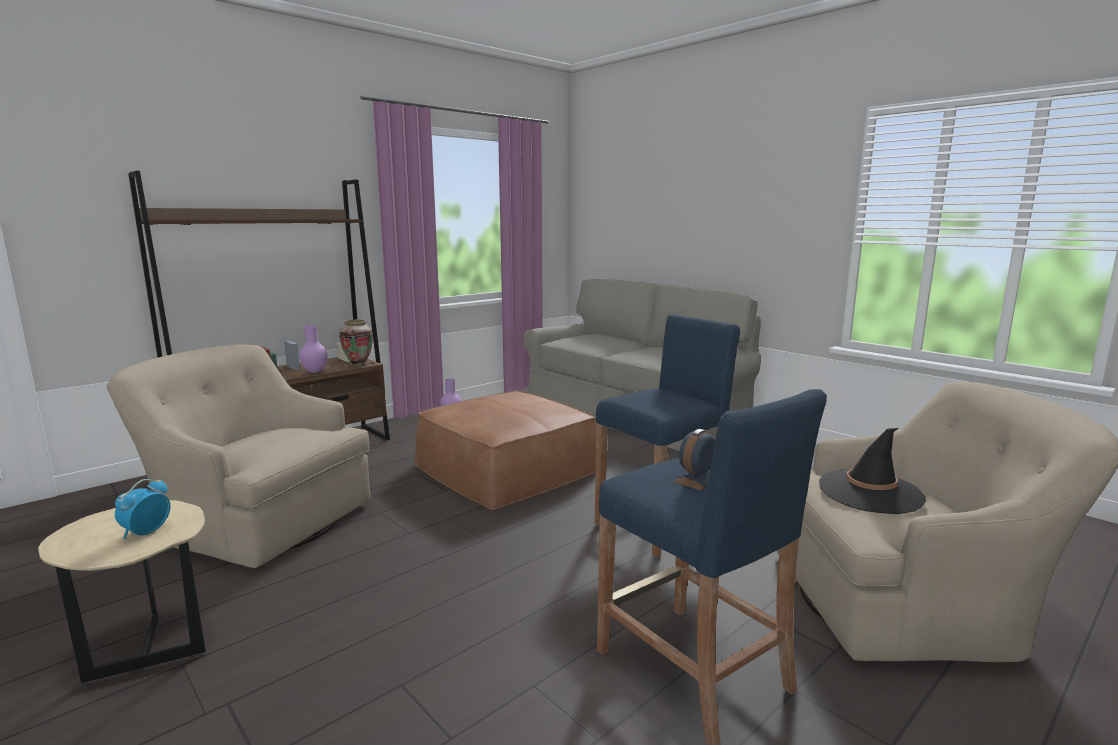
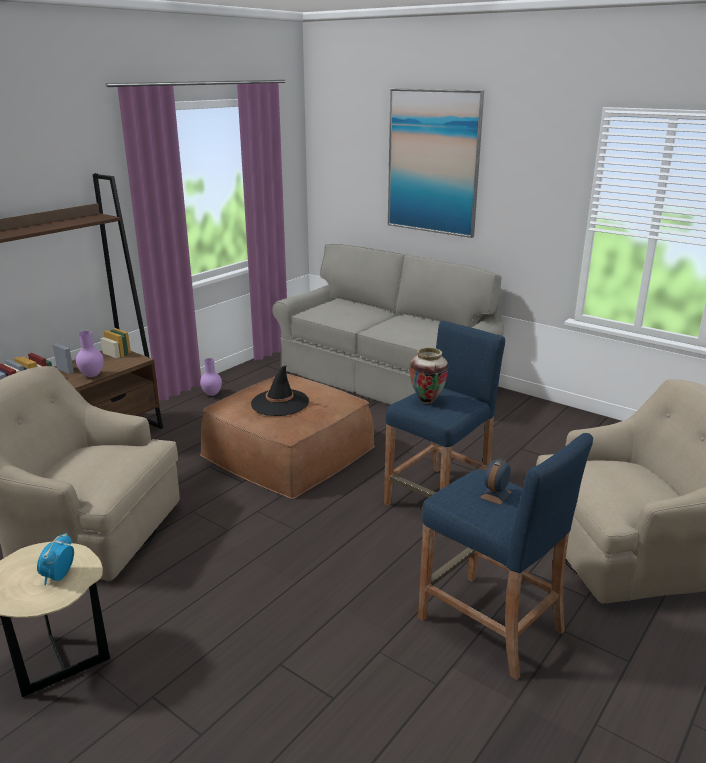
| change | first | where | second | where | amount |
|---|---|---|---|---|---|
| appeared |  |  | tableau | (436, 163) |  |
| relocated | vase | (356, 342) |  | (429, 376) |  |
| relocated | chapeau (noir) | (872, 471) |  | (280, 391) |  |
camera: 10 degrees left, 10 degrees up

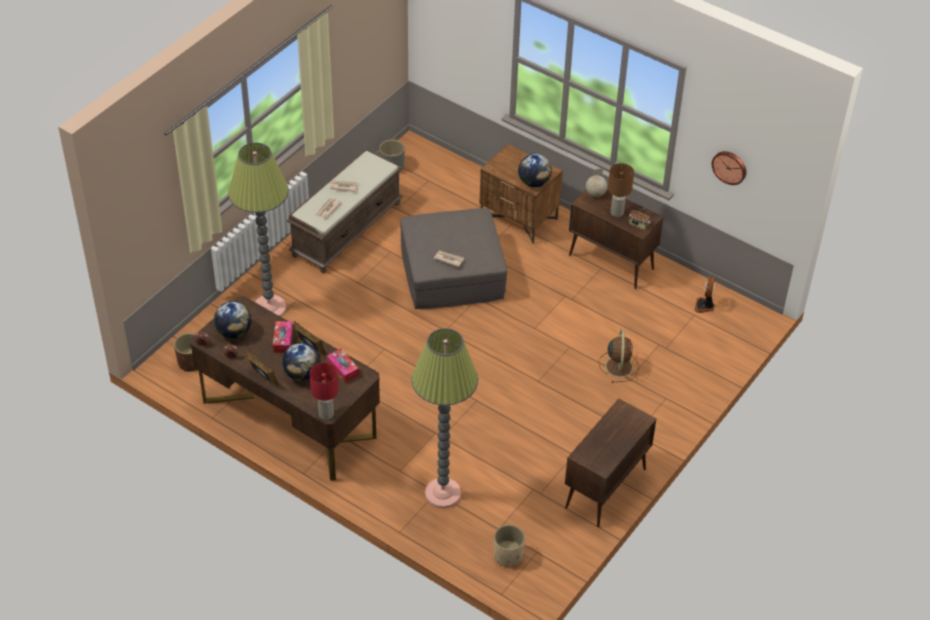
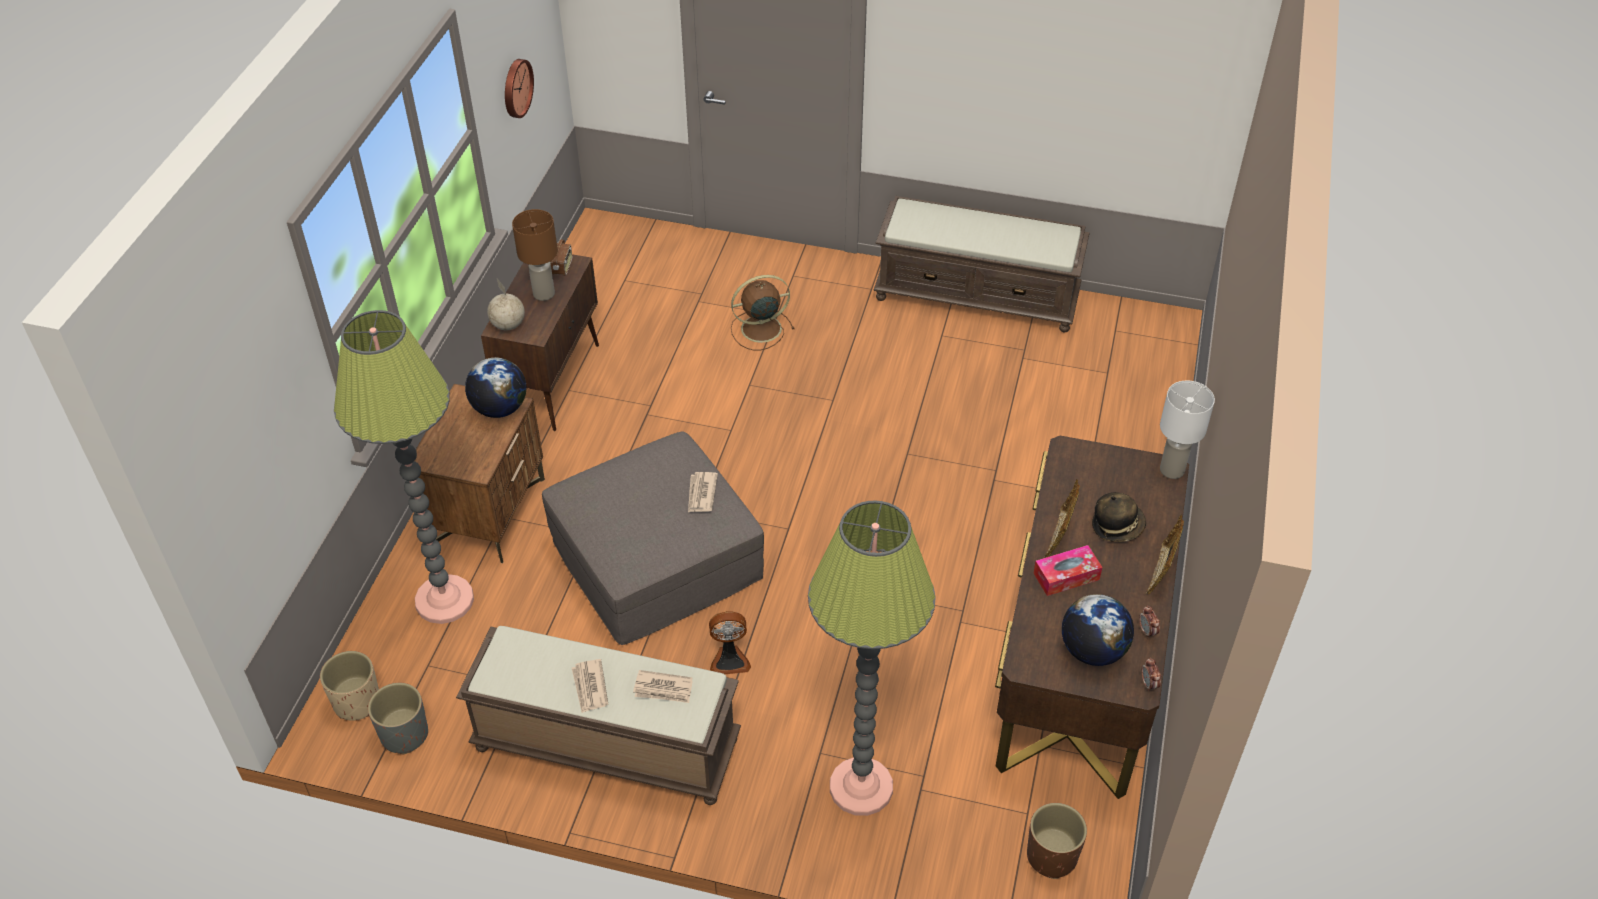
| change | first | where | second | where | amount |
|---|---|---|---|---|---|
| missing | boîte à mouchoirs | (343, 365) |  |  |  |
| relocated | lampadaire | (444, 418) |  | (404, 467) |  |
| relocated | cache-pot (beige) | (509, 546) |  | (349, 686) |  |
| relocated | ventilateur | (704, 294) |  | (730, 642) |  |
| exchanged | globe | (301, 362) | chapeau | (1119, 517) |  |
| exchanged | meuble de rangement (marron) | (610, 462) | banc (marron) | (982, 264) |  |
| colour | lampe de table (rouge) | (324, 391) | lampe de table (blanc) | (1187, 430) |  |
camera: 110 degrees left, 0 degrees up

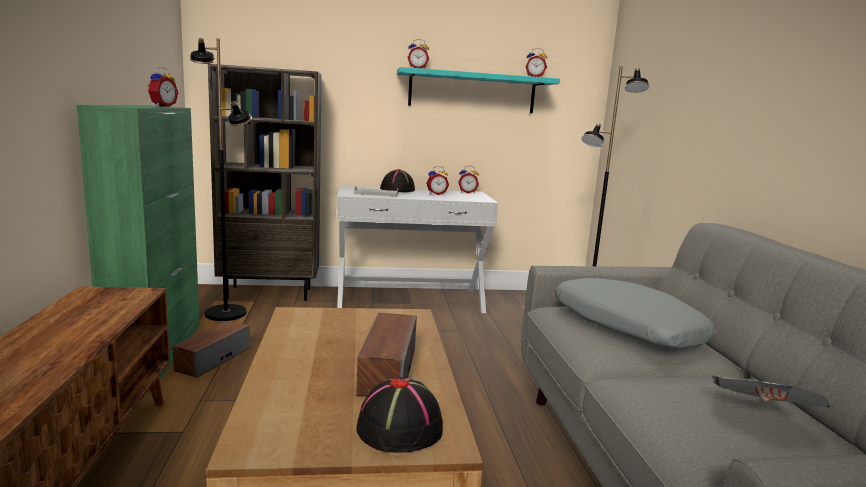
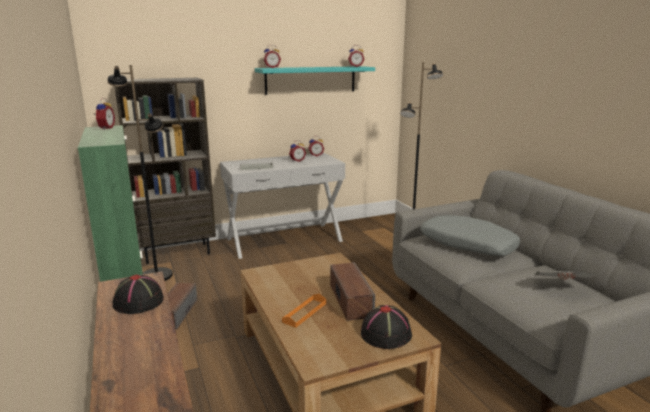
| change | first | where | second | where | amount |
|---|---|---|---|---|---|
| appeared |  |  | plateau (orange) | (304, 311) |  |
| relocated | chapeau (noir) | (397, 180) |  | (138, 294) |  |
camera: 15 degrees left, 5 degrees up

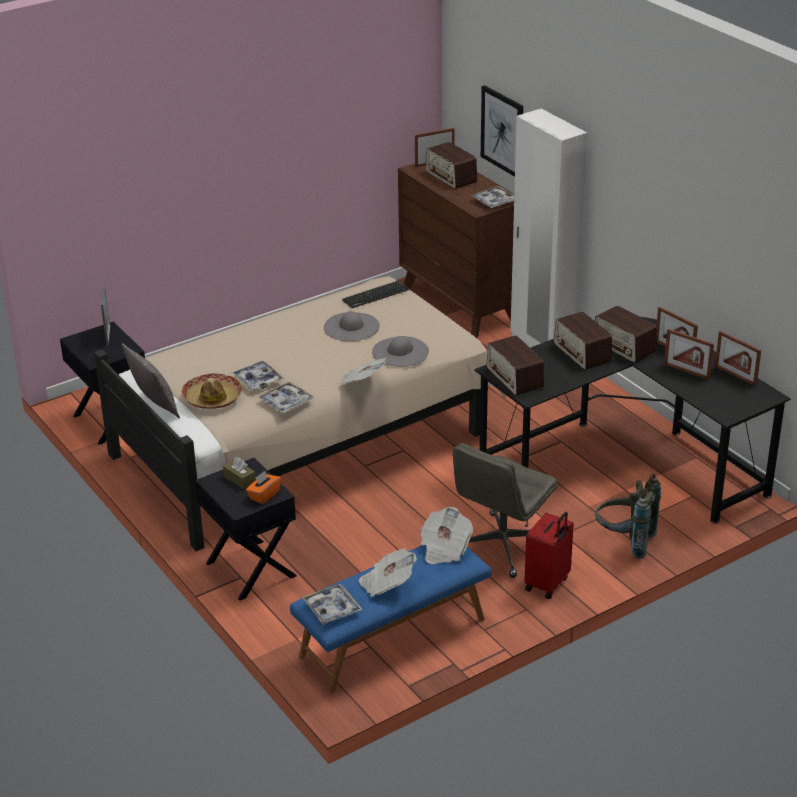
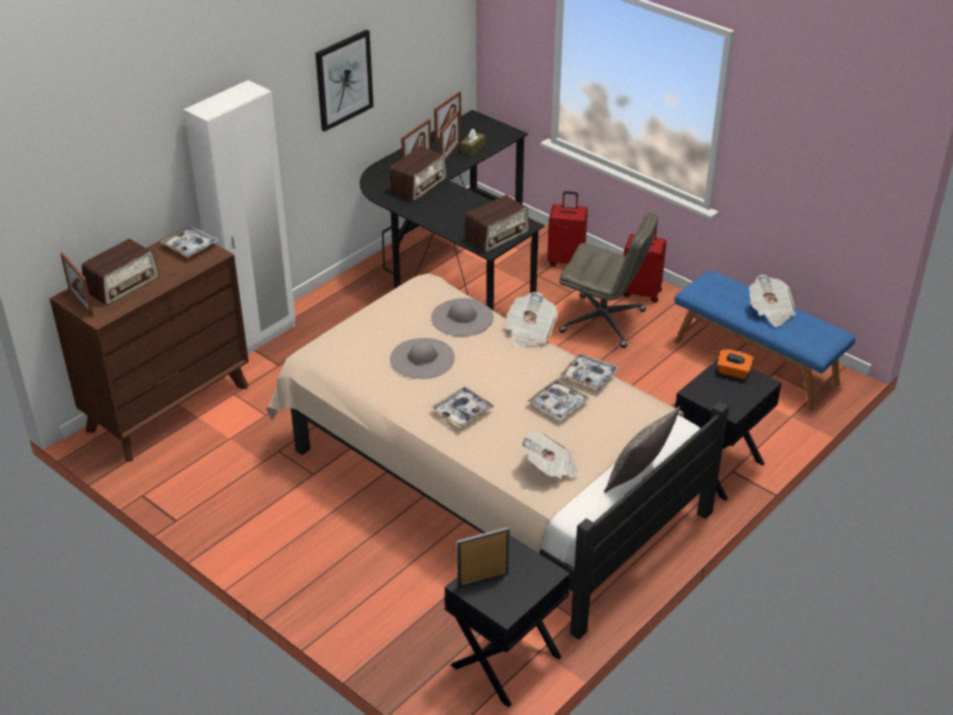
| change | first | where | second | where | amount |
|---|---|---|---|---|---|
| missing | chapeau | (212, 391) |  |  |  |
| missing | clavier | (375, 294) |  |  |  |
| missing | radio | (583, 340) |  |  |  |
| relocated | boîte à mouchoirs (marron) | (239, 473) |  | (473, 142) |  |
| relocated | plateau | (332, 604) |  | (463, 407) |  |
| relocated | journal | (446, 535) |  | (550, 455) |  |
| relocated | tableau | (502, 131) |  | (344, 80) |  |
| exchanged | sac à dos (gris) | (628, 516) | valise (rouge) | (567, 229) |  |
camera: 105 degrees left, 5 degrees up

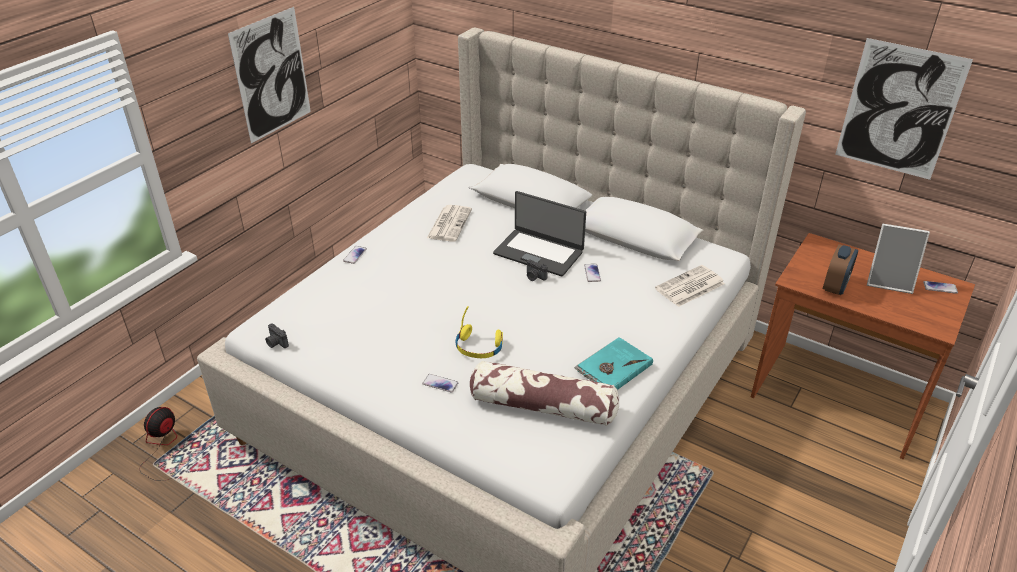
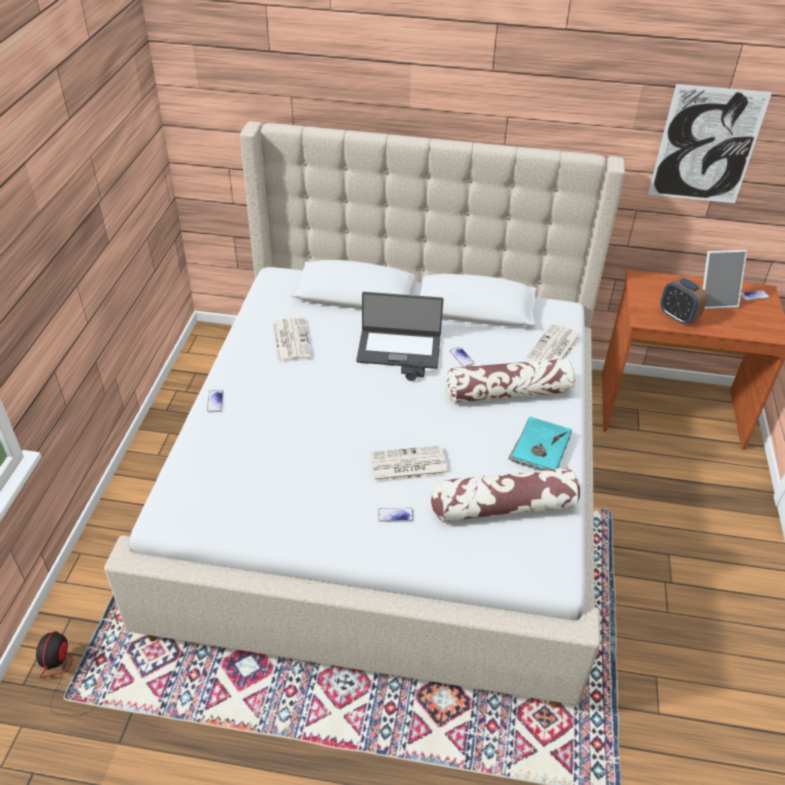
| change | first | where | second | where | amount |
|---|---|---|---|---|---|
| missing | tableau | (269, 75) |  |  |  |
| missing | appareil photo | (277, 335) |  |  |  |
| appeared |  |  | coussin | (510, 380) |  |
| exchanged | casque audio (jaune) | (479, 332) | journal | (409, 464) |  |
| spun | réveil | (840, 269) |  | (683, 301) | 135 degrees clockwise |
camera: 25 degrees left, 5 degrees up

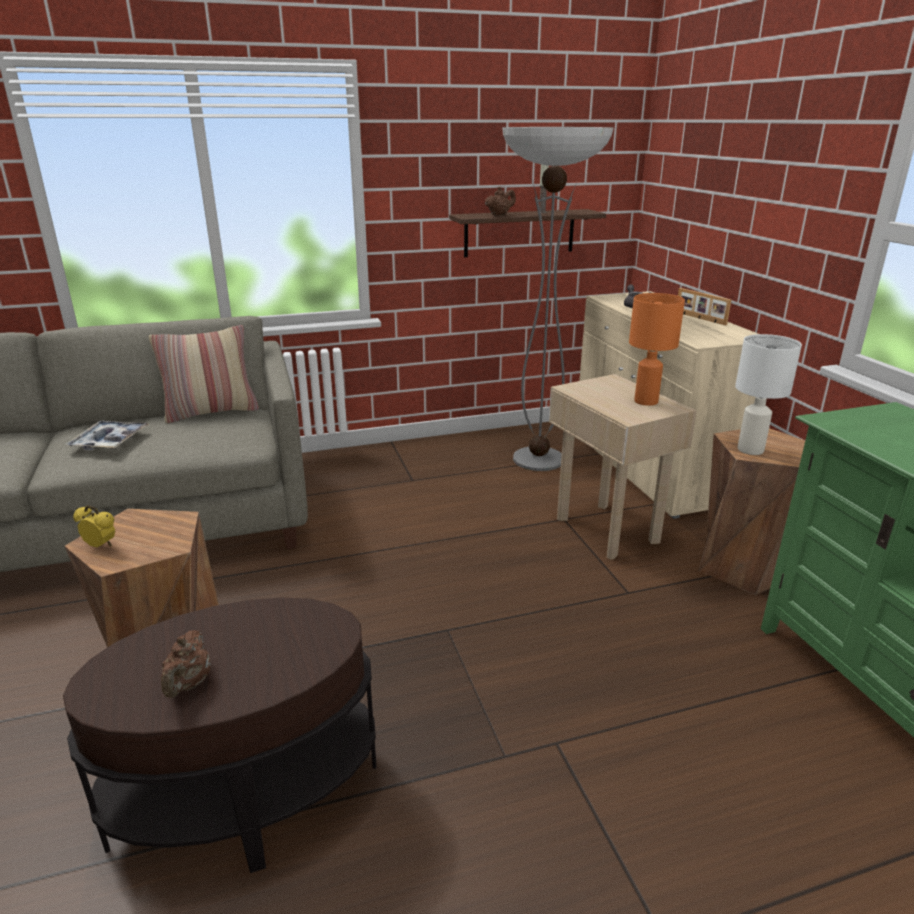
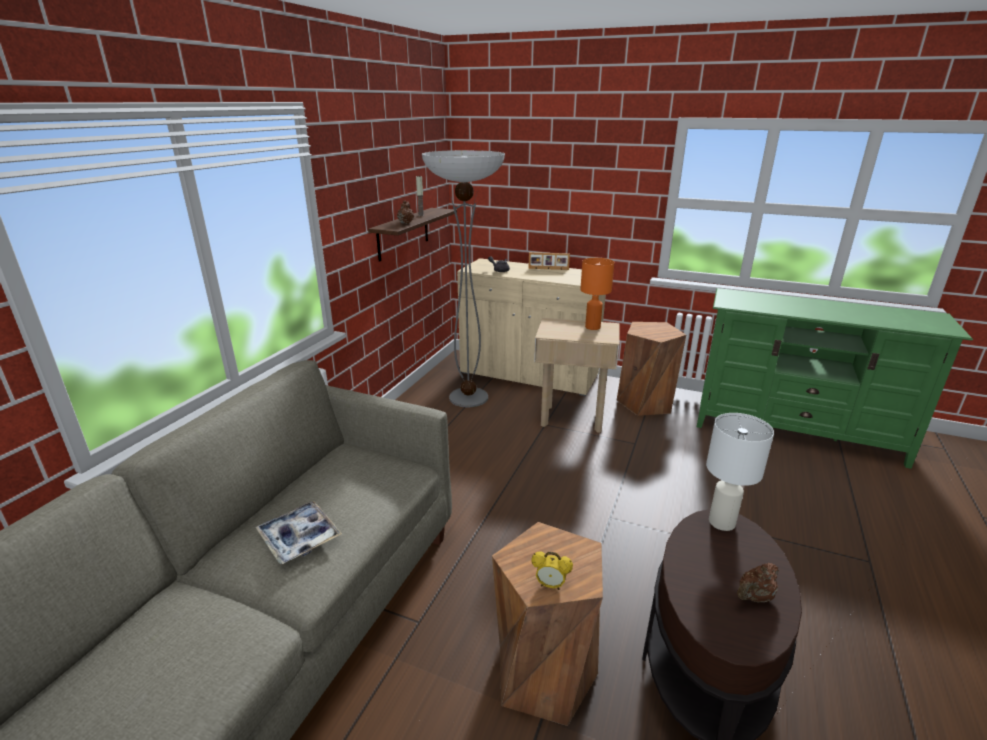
| change | first | where | second | where | amount |
|---|---|---|---|---|---|
| missing | coussin | (204, 374) |  |  |  |
| relocated | lampe de table (blanc) | (768, 394) |  | (740, 472) |  |
| spun | réveil | (94, 526) |  | (552, 570) | 135 degrees counterclockwise |
| spun | théière (marron) | (185, 664) |  | (758, 583) | 105 degrees clockwise |
camera: 50 degrees left, 0 degrees up

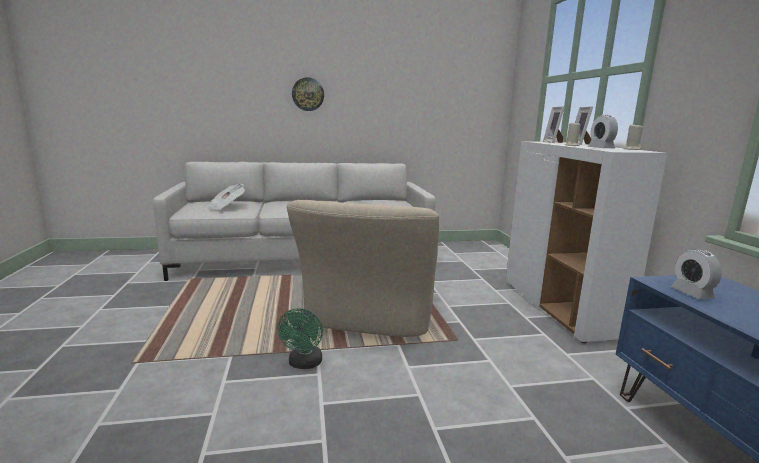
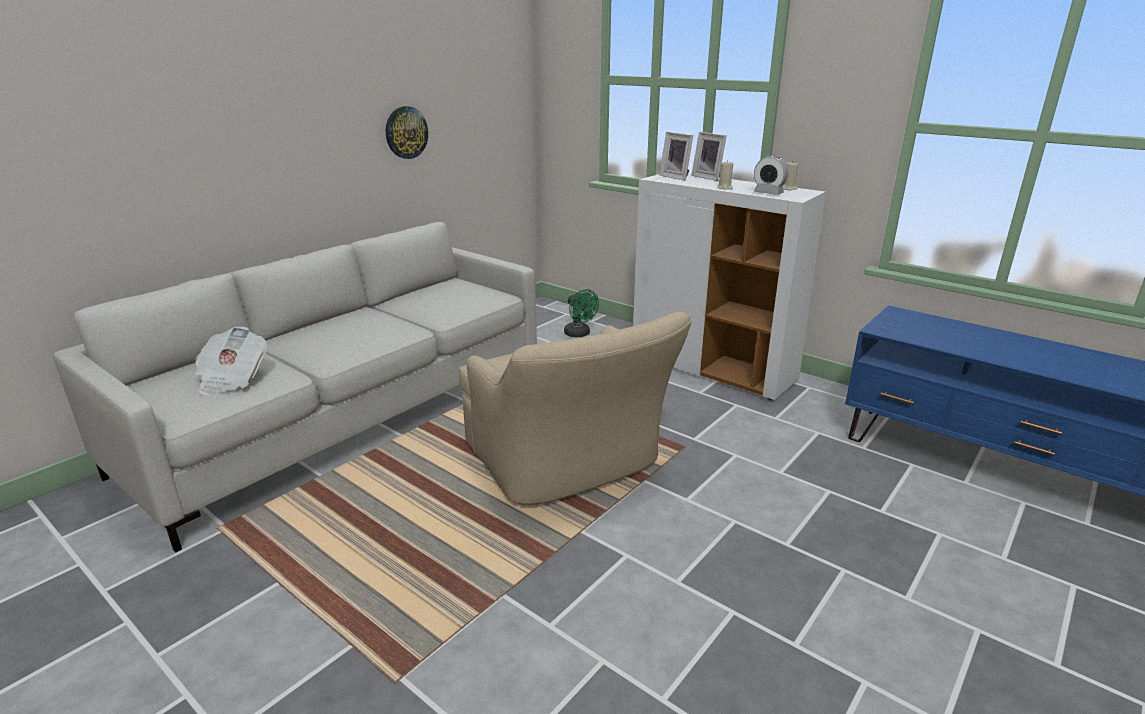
| change | first | where | second | where | amount |
|---|---|---|---|---|---|
| missing | réveil | (696, 274) |  |  |  |
| relocated | ventilateur (vert) | (300, 338) |  | (581, 313) |  |
| relocated | horloge murale | (308, 94) |  | (407, 132) |  |
camera: 40 degrees left, 10 degrees up

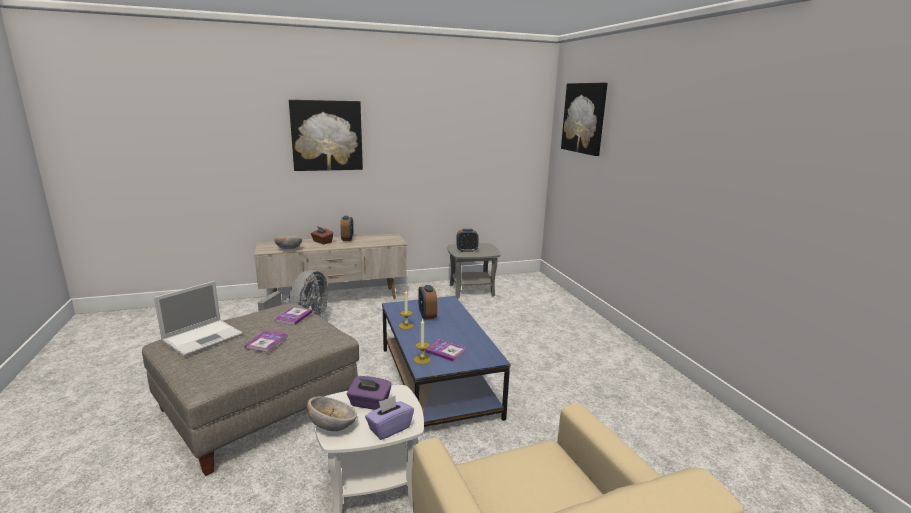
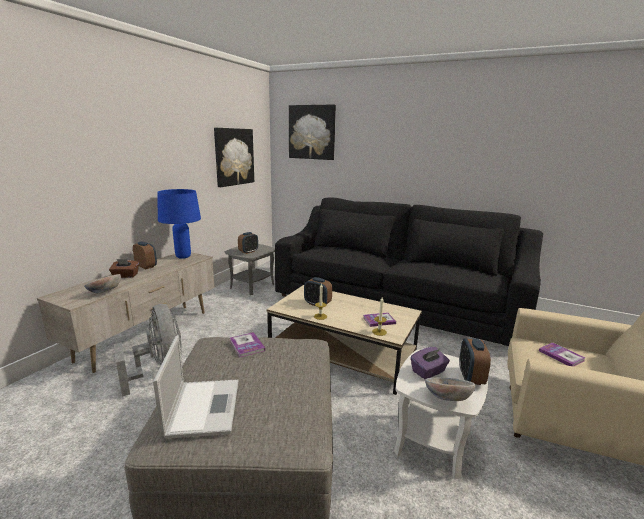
| change | first | where | second | where | amount |
|---|---|---|---|---|---|
| appeared |  |  | lampe de table (bleu) | (179, 224) |  |
| appeared |  |  | canapé (noir) | (409, 271) |  |
| relocated | livre | (266, 341) |  | (562, 354) |  |
| relocated | tableau | (326, 135) |  | (234, 157) |  |
| exchanged | boîte à mouchoirs (violet) | (389, 418) | réveil | (475, 361) |  |
| colour | table basse (bleu) | (446, 361) | table basse (beige) | (344, 340) |  |
camera: 45 degrees left, 0 degrees up

